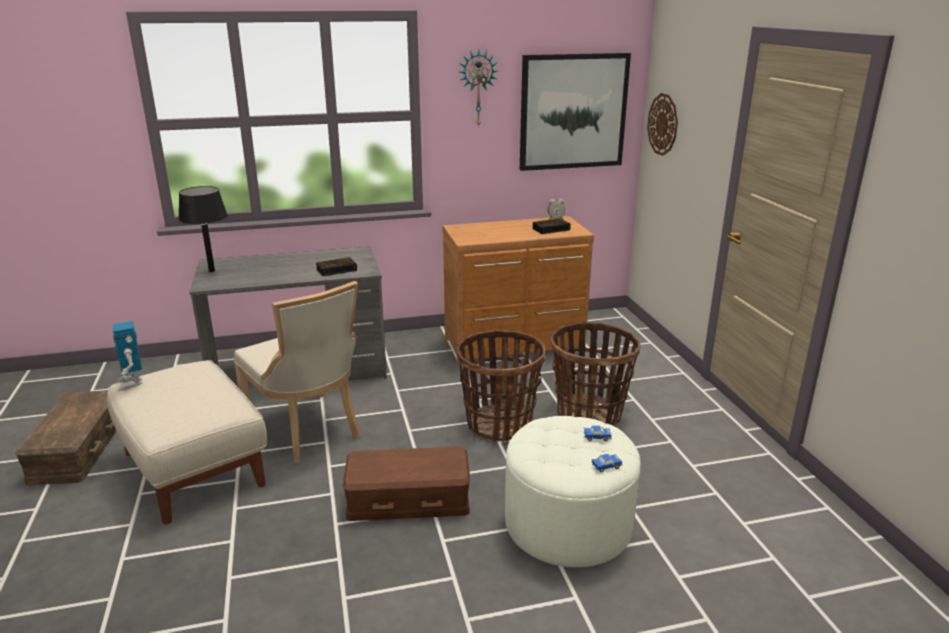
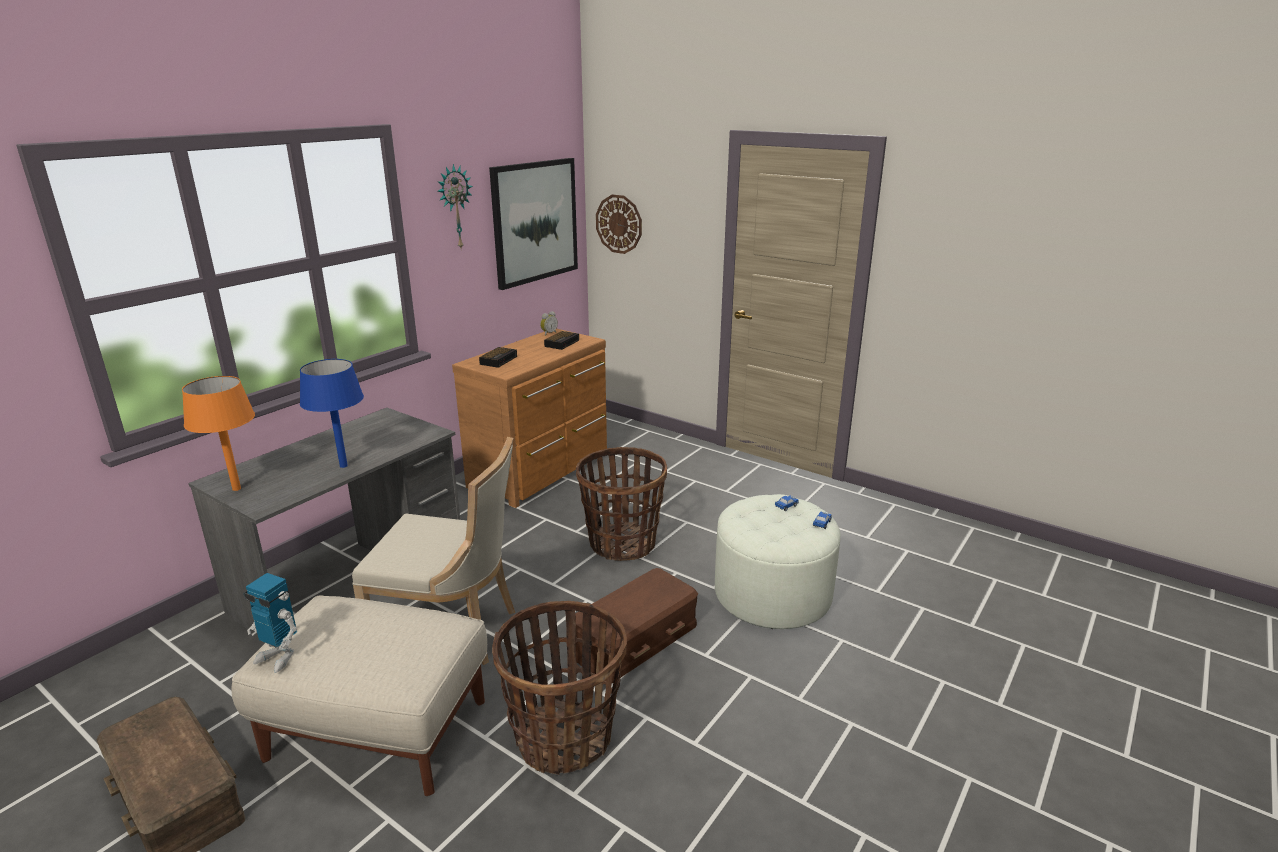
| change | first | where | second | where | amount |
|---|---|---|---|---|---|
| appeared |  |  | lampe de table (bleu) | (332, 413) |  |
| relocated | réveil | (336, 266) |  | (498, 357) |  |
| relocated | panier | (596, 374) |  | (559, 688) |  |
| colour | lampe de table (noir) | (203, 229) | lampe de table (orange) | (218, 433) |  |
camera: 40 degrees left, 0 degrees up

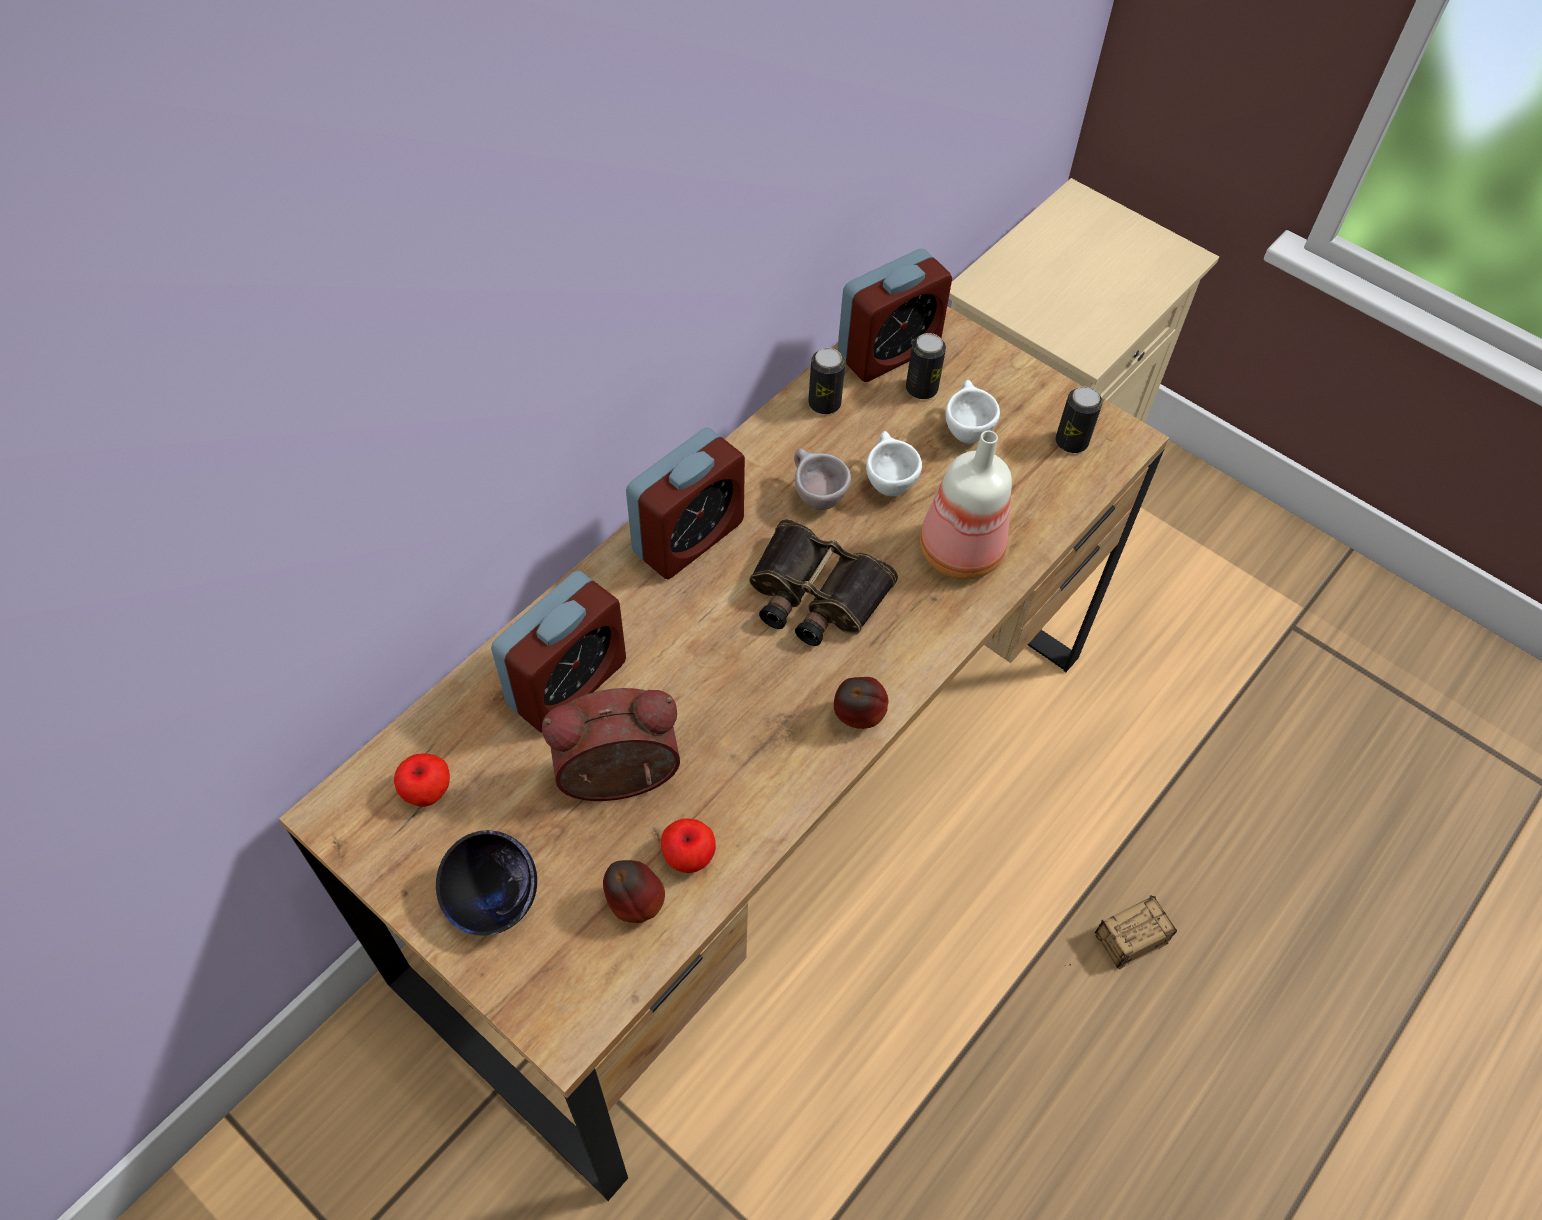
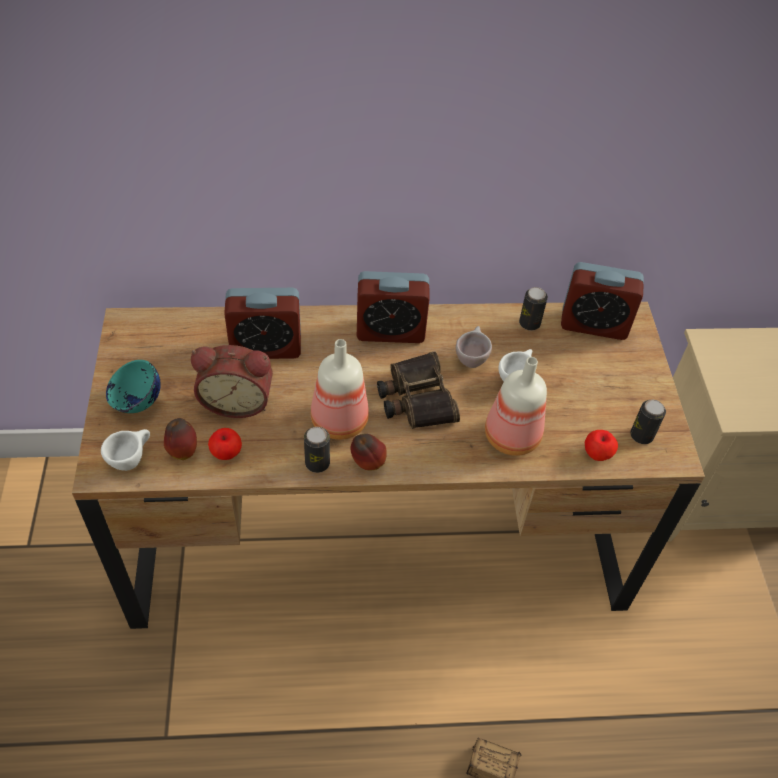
| change | first | where | second | where | amount |
|---|---|---|---|---|---|
| appeared |  |  | bouteille | (340, 389) |  |
| relocated | pomme | (422, 780) |  | (601, 445) |  |
| relocated | boîte métallique | (926, 366) |  | (317, 450) |  |
| relocated | tasse (blanc) | (972, 412) |  | (125, 450) |  |
| colour | bol (noir) | (486, 883) | bol (turquoise) | (133, 386) |  |
| spun | réveil | (611, 744) |  | (232, 381) | 150 degrees clockwise |
camera: 45 degrees right, 5 degrees down

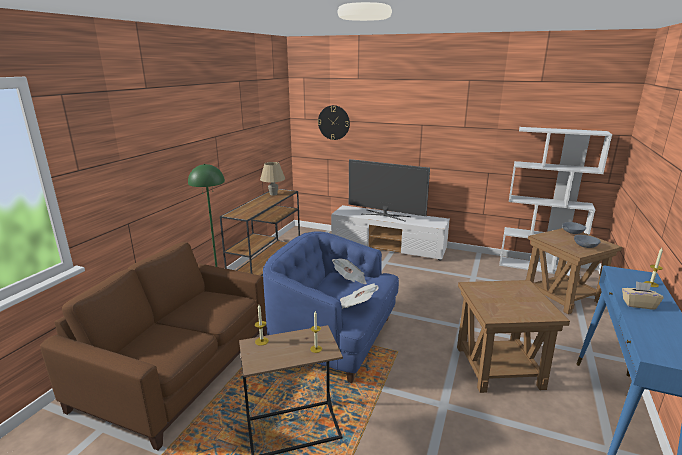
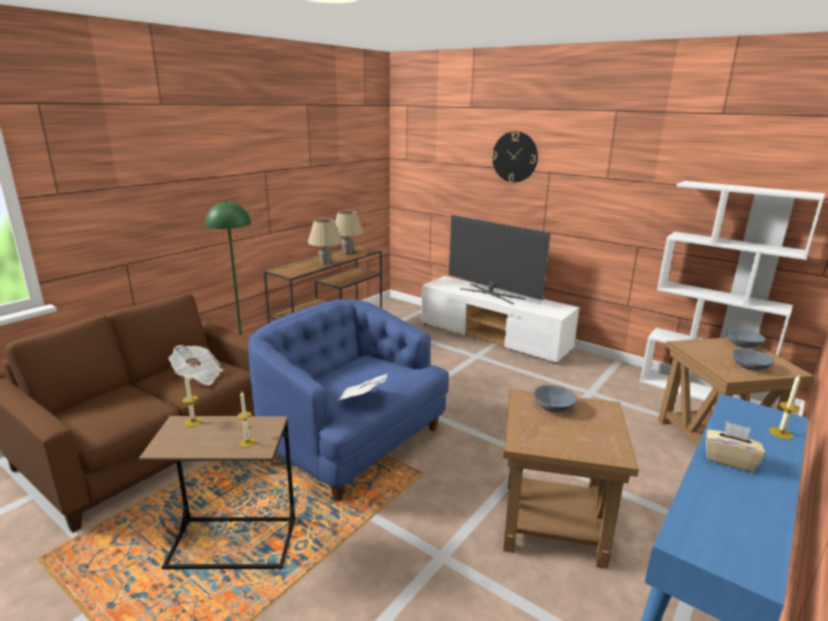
| change | first | where | second | where | amount |
|---|---|---|---|---|---|
| appeared |  |  | lampe de table (beige) | (325, 242) |  |
| appeared |  |  | bol (gris) | (556, 399) |  |
| relocated | horloge murale | (334, 122) |  | (515, 156) |  |
| relocated | journal | (349, 271) |  | (195, 365) |  |
camera: 15 degrees right, 0 degrees up

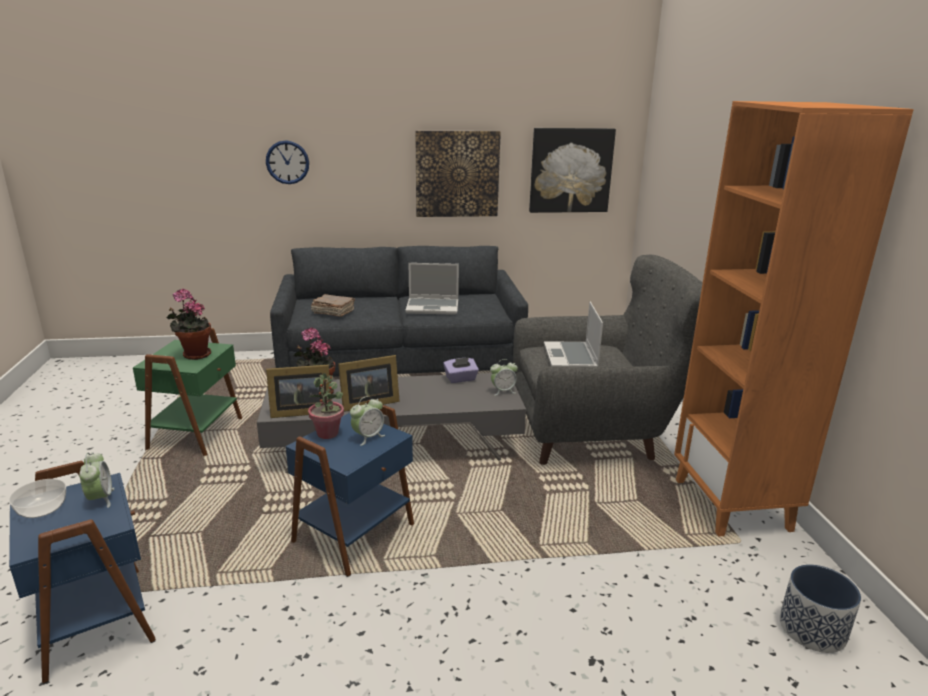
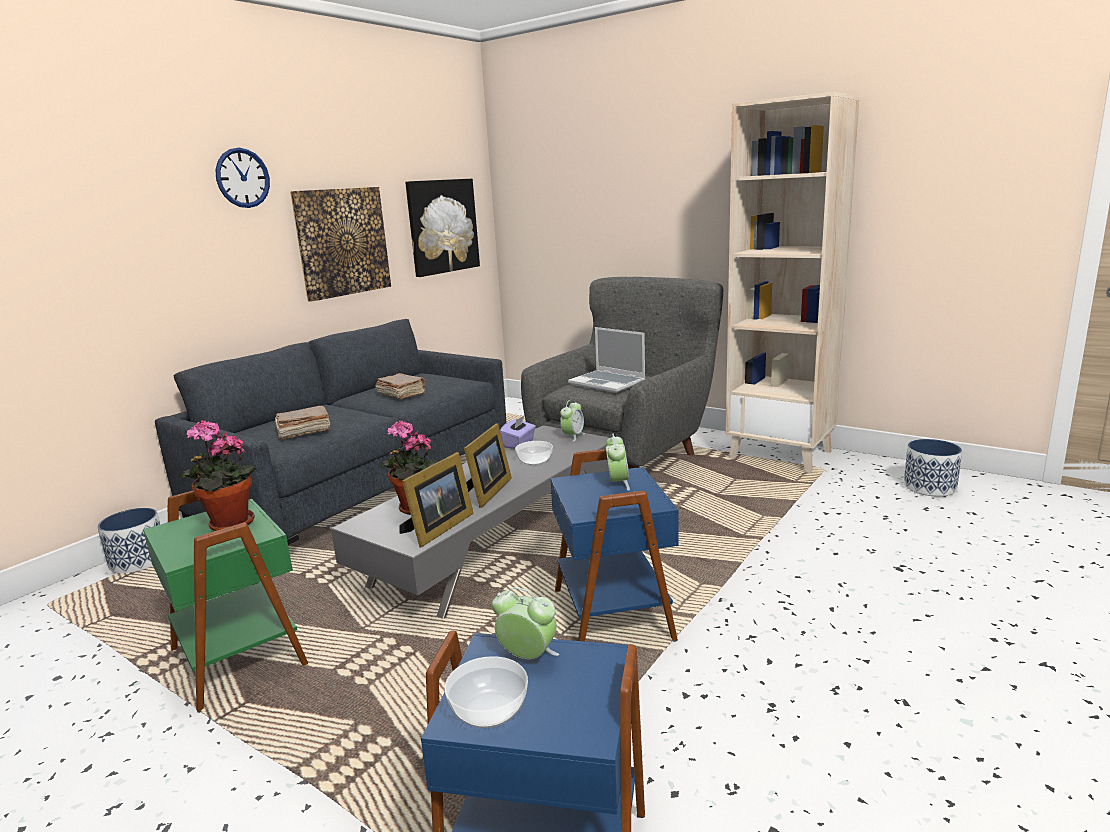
| change | first | where | second | where | amount |
|---|---|---|---|---|---|
| missing | plante en pot | (326, 406) |  |  |  |
| appeared |  |  | cache-pot | (128, 540) |  |
| appeared |  |  | bol | (534, 453) |  |
| relocated | horloge murale | (287, 162) |  | (243, 178) |  |
| exchanged | ordinateur portable | (432, 289) | livre (marron) | (400, 386) |  |
| colour | bibliothèque (orange) | (794, 319) | bibliothèque (beige) | (792, 282) |  |
camera: 45 degrees left, 5 degrees down

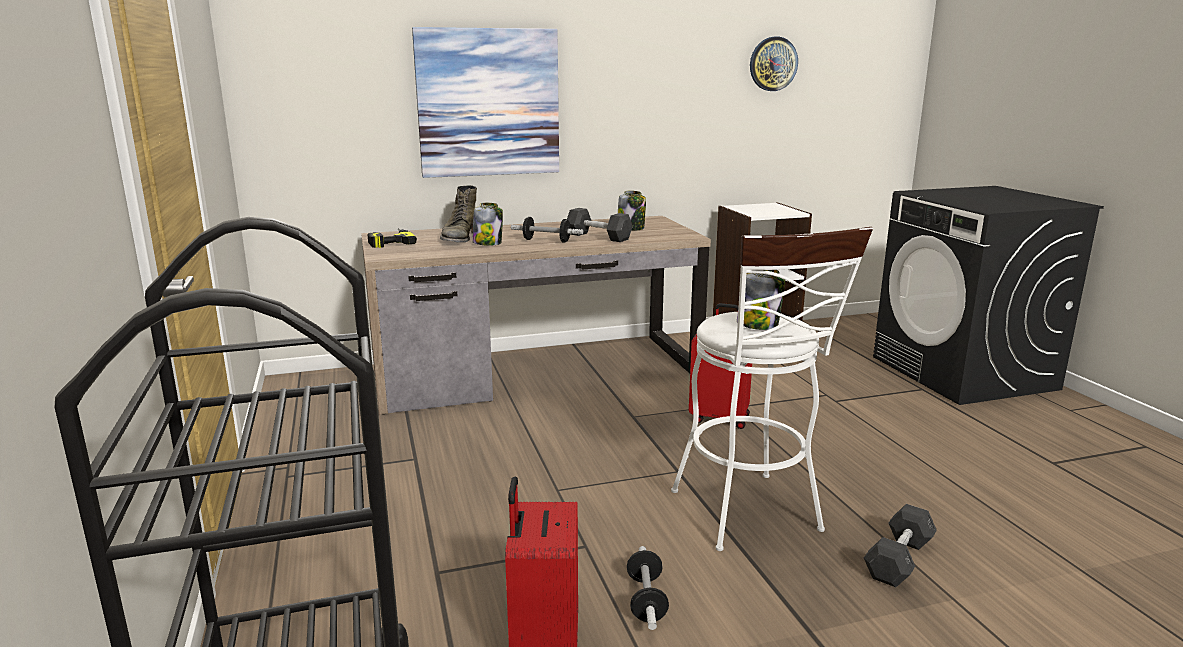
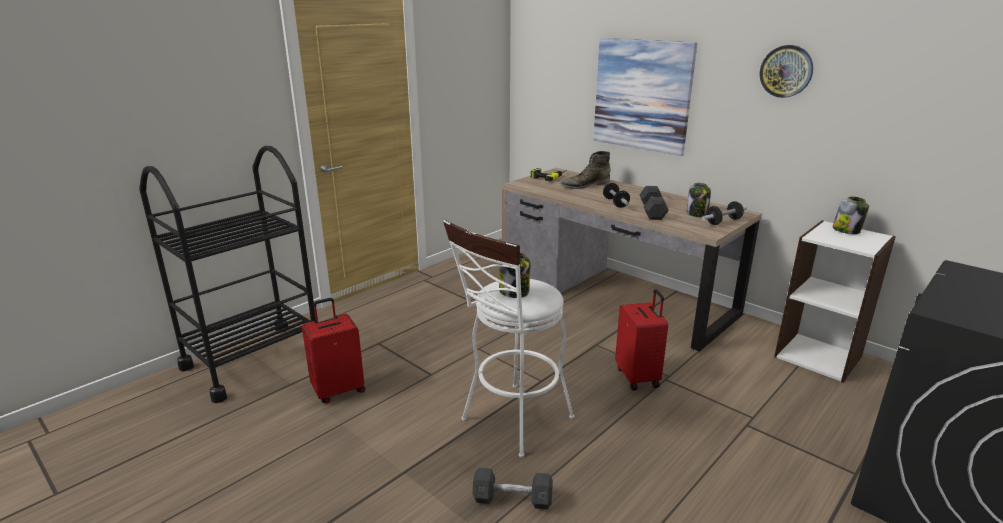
| change | first | where | second | where | amount |
|---|---|---|---|---|---|
| relocated | bocal | (487, 224) |  | (850, 215) |  |
| relocated | haltère | (648, 588) |  | (724, 213) |  |
| relocated | horloge murale | (774, 64) |  | (786, 71) |  |
camera: 60 degrees right, 5 degrees up

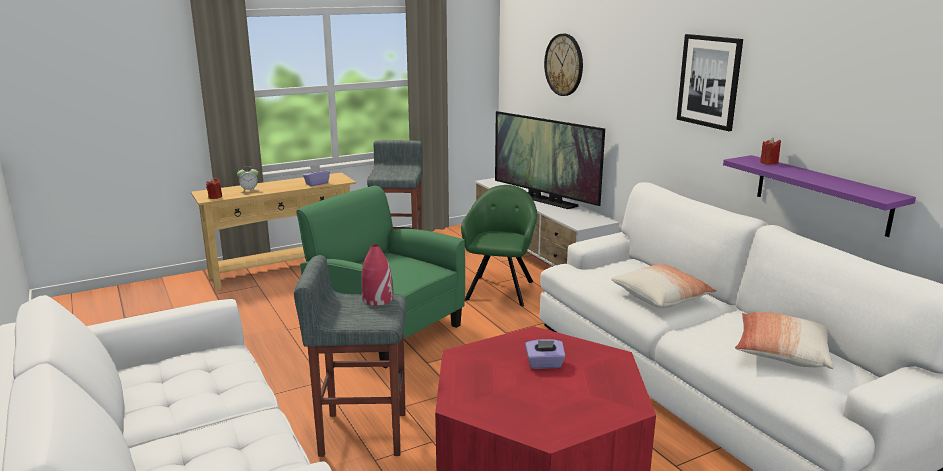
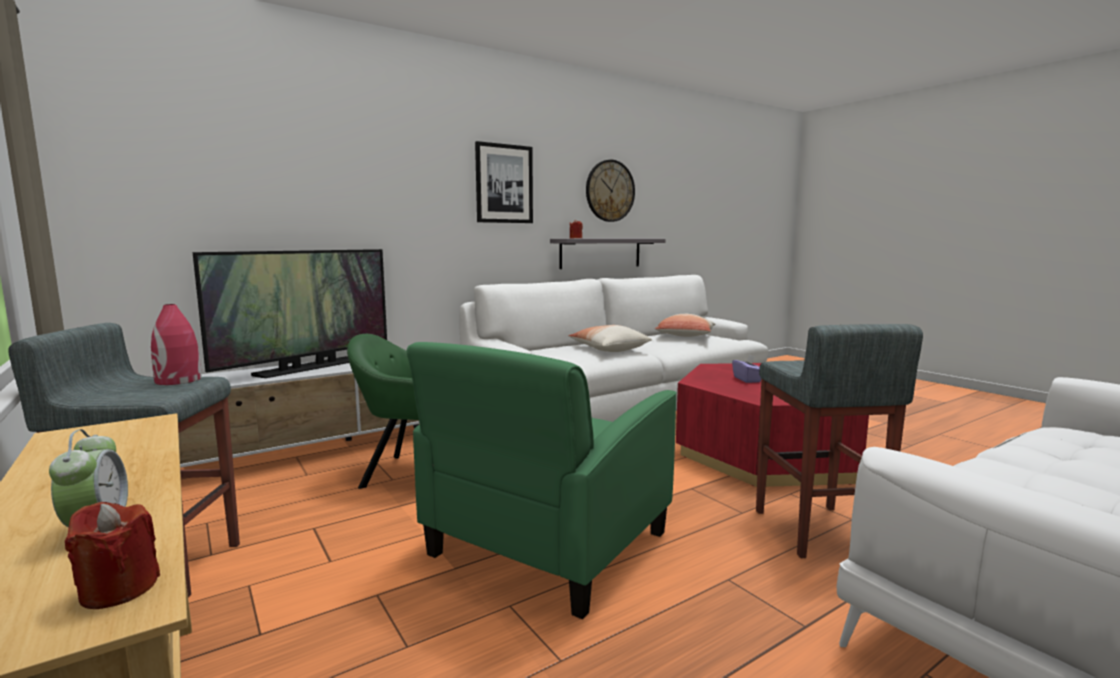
| change | first | where | second | where | amount |
|---|---|---|---|---|---|
| missing | boîte à mouchoirs (violet) | (316, 175) |  |  |  |
| relocated | vase (rouge) | (377, 275) |  | (176, 344) |  |
| relocated | horloge murale | (563, 65) |  | (610, 191) |  |
| colour | étagère (violet) | (819, 196) | étagère (gris) | (608, 254) |  |
camera: 95 degrees left, 10 degrees down

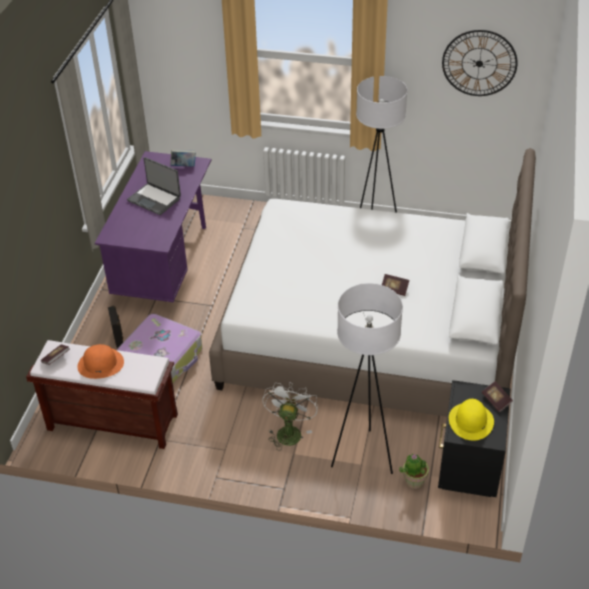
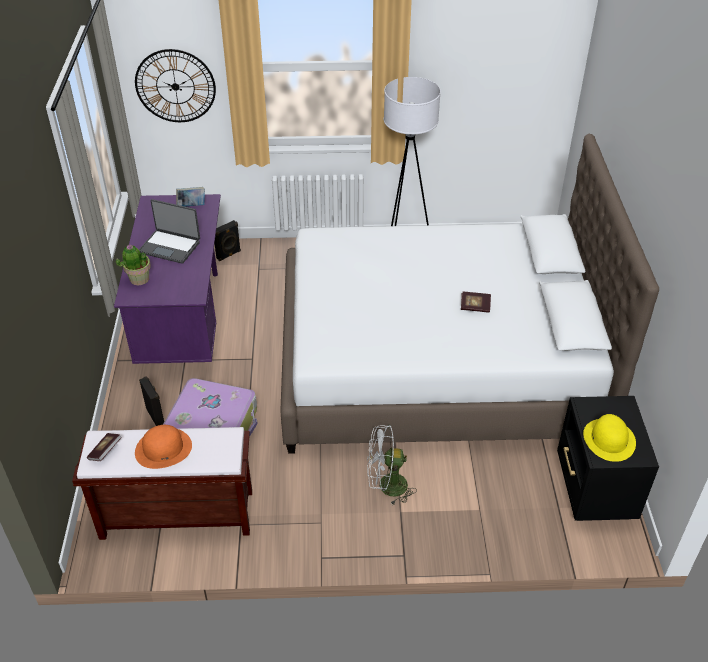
| change | first | where | second | where | amount |
|---|---|---|---|---|---|
| missing | lampadaire (blanc) | (367, 378) |  |  |  |
| missing | livre | (497, 396) |  |  |  |
| appeared |  |  | enceinte (noir) | (227, 240) |  |
| relocated | plante en pot | (414, 471) |  | (133, 265) |  |
| relocated | horloge murale | (480, 63) |  | (175, 85) |  |
| spun | ventilateur (blanc) | (290, 416) |  | (392, 465) | 90 degrees counterclockwise |
camera: 15 degrees left, 0 degrees up

